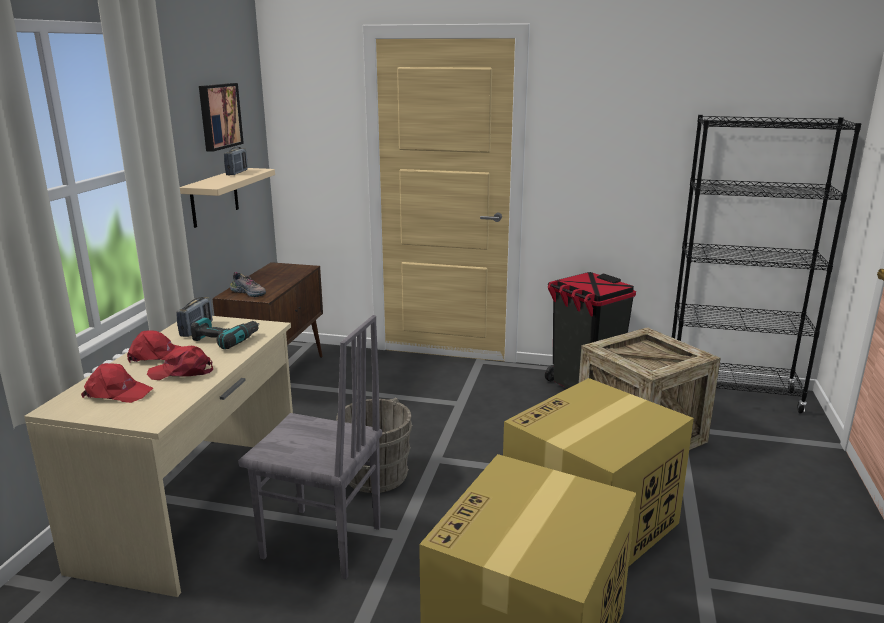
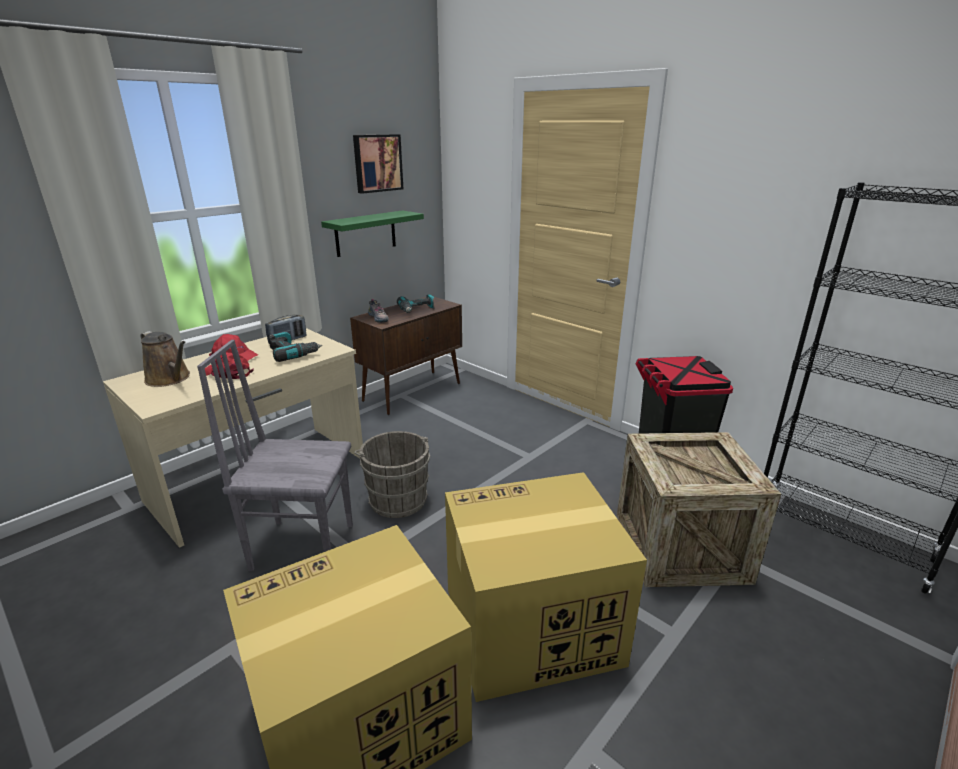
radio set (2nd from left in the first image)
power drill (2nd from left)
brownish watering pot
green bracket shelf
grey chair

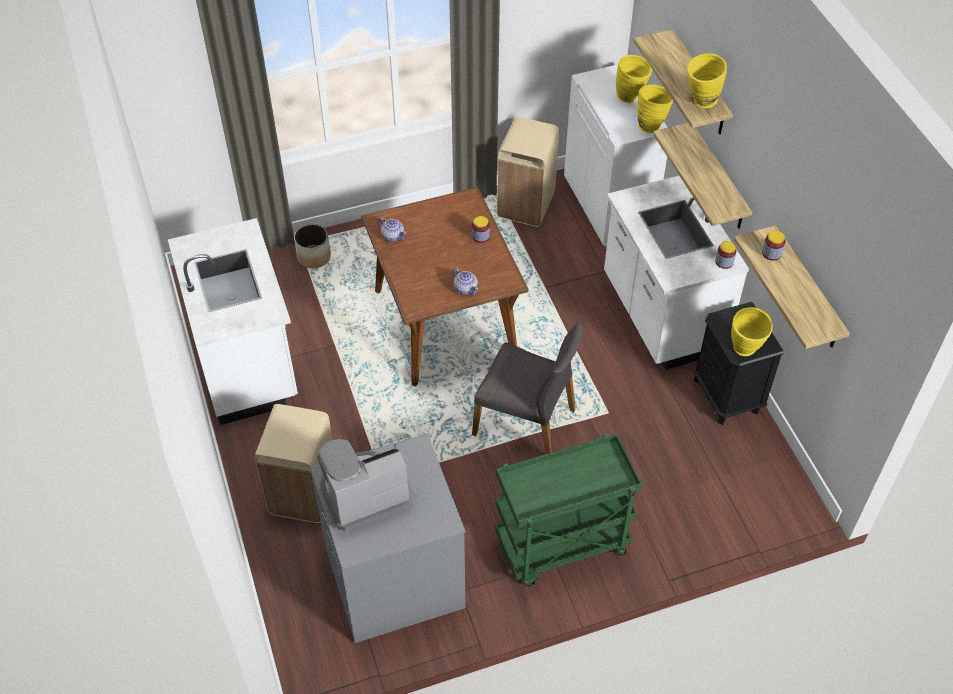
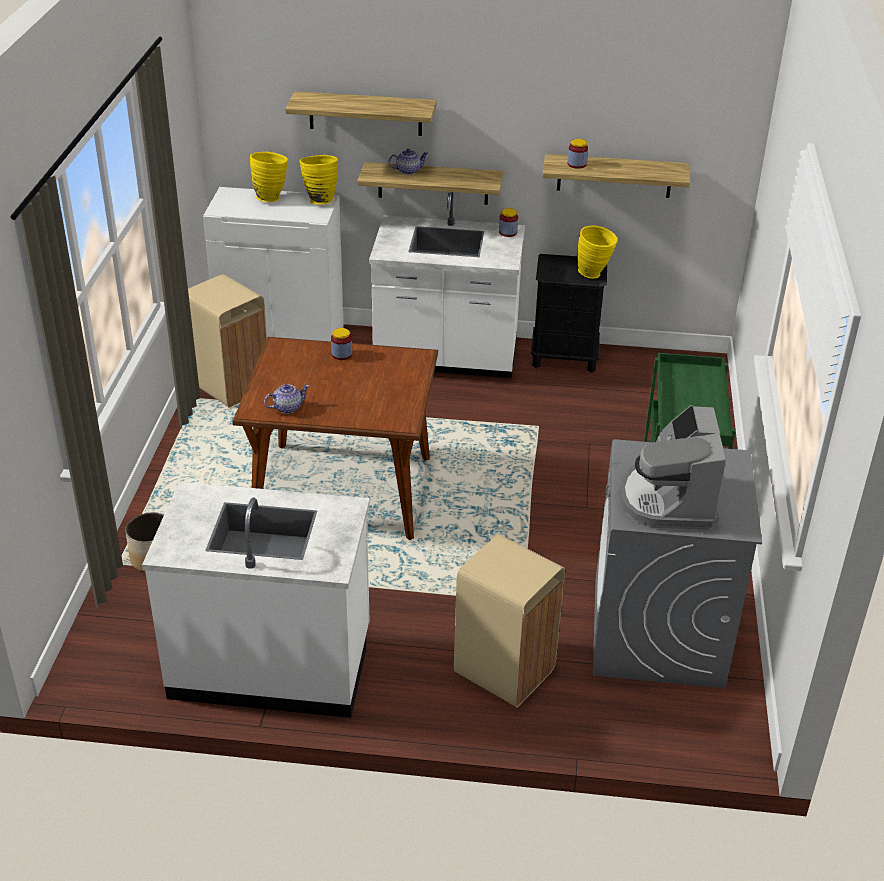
grey chair
yellow-coloured vase (3rd from left in the first image)
pot for tea (2nd from left)

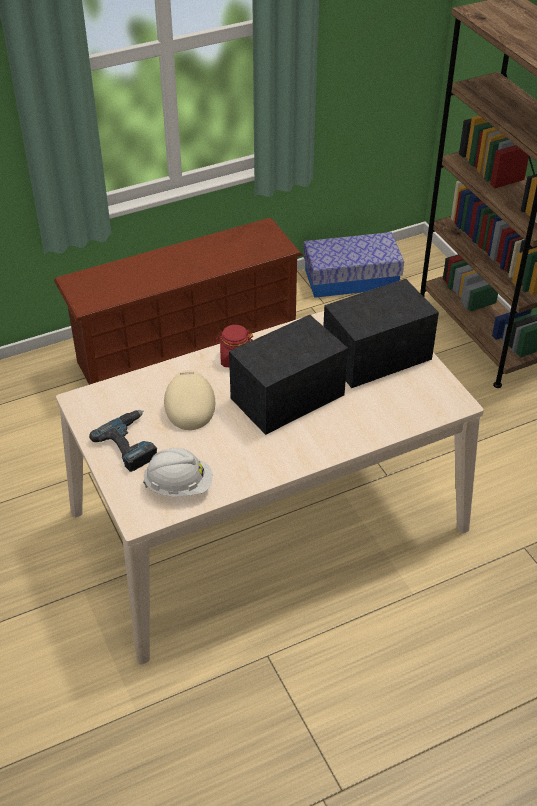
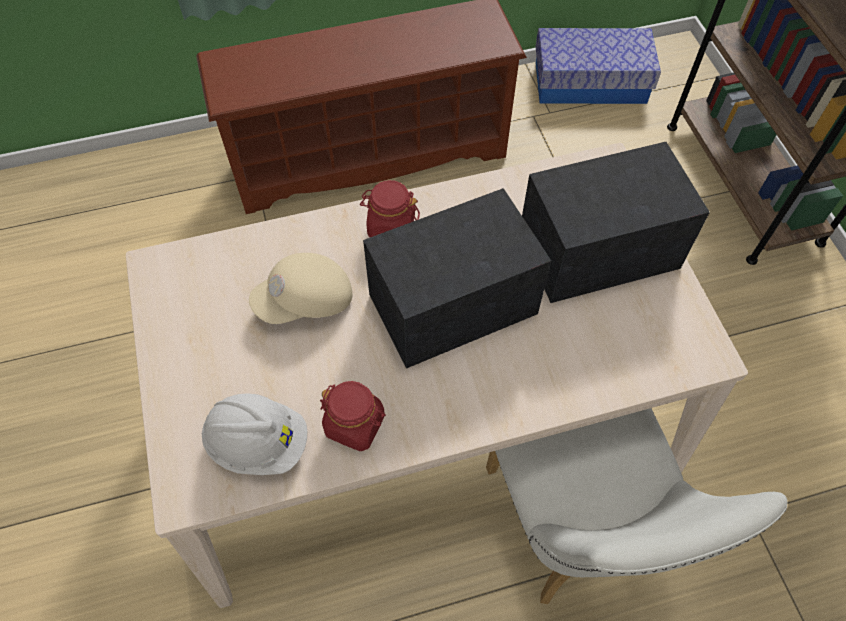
power drill
red-coloured preserve jar (1st from left)
whitish chair
beige-coloured cap

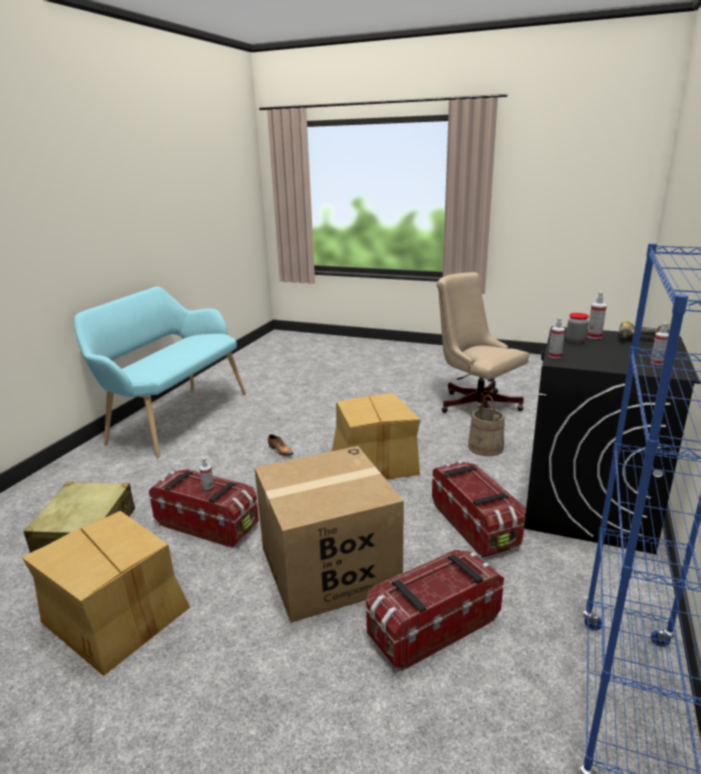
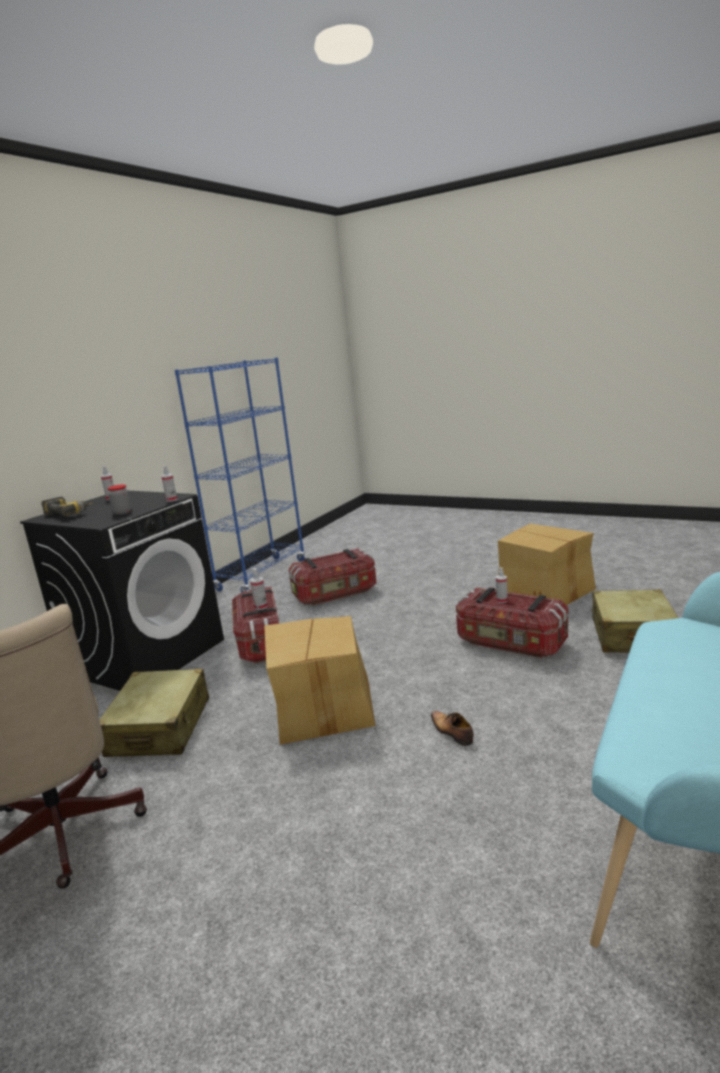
packing box (2nd from left in the first image)
spray bottle (3rd from left)
beige-coloured suitcase (1st from left)

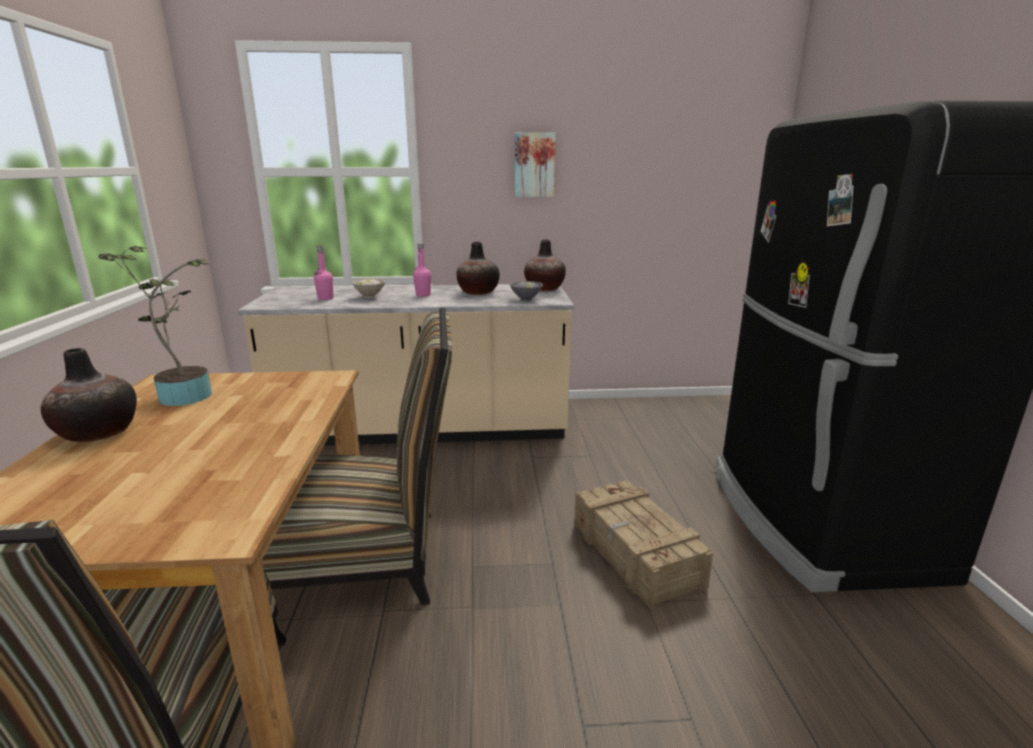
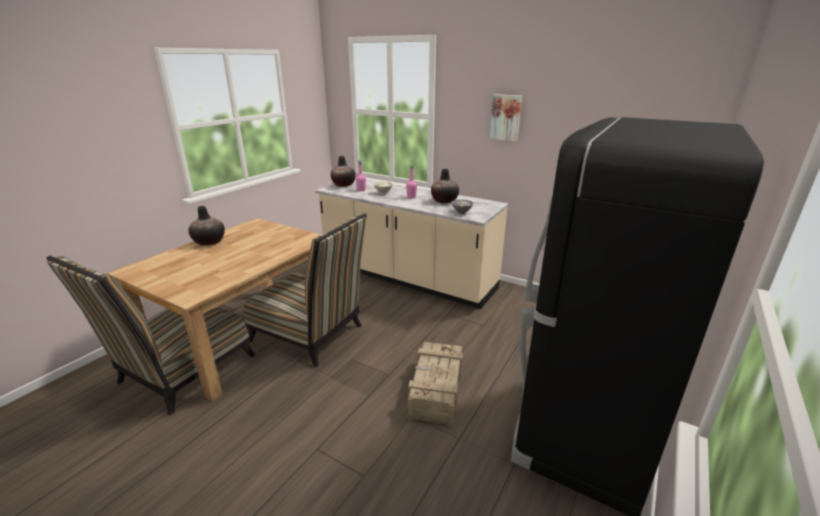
houseplant
vase (2nd from left)

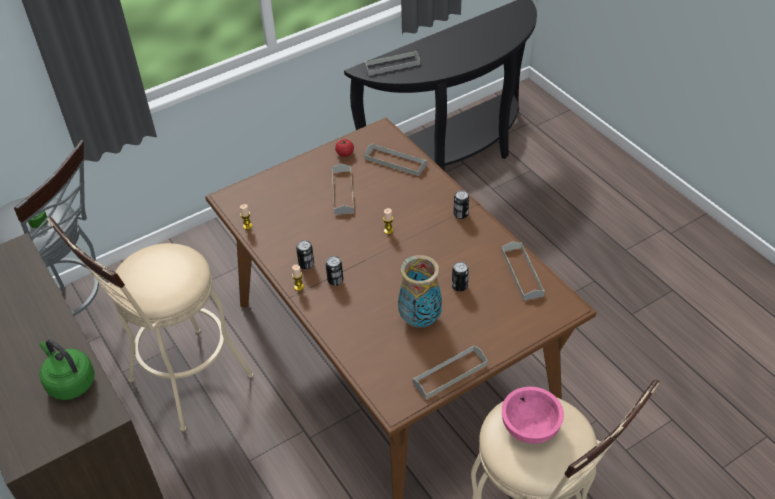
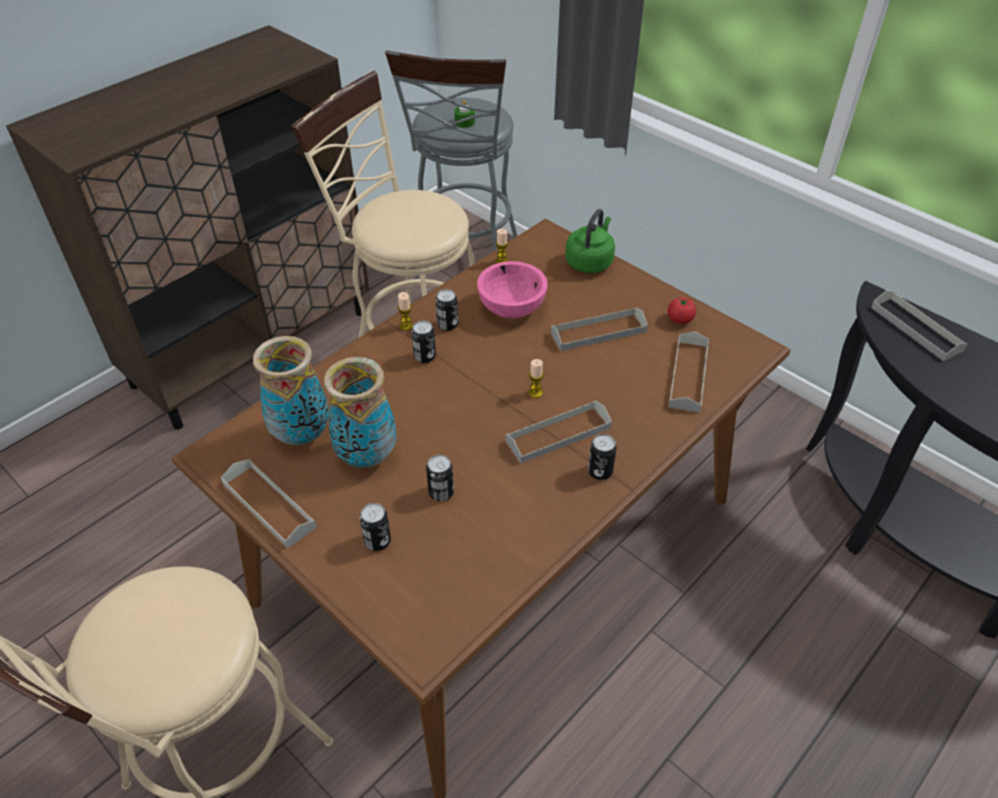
vase (1st from left)
can (1st from left)
green kettle
grey tray (2nd from left)
pink-coloured serving bowl

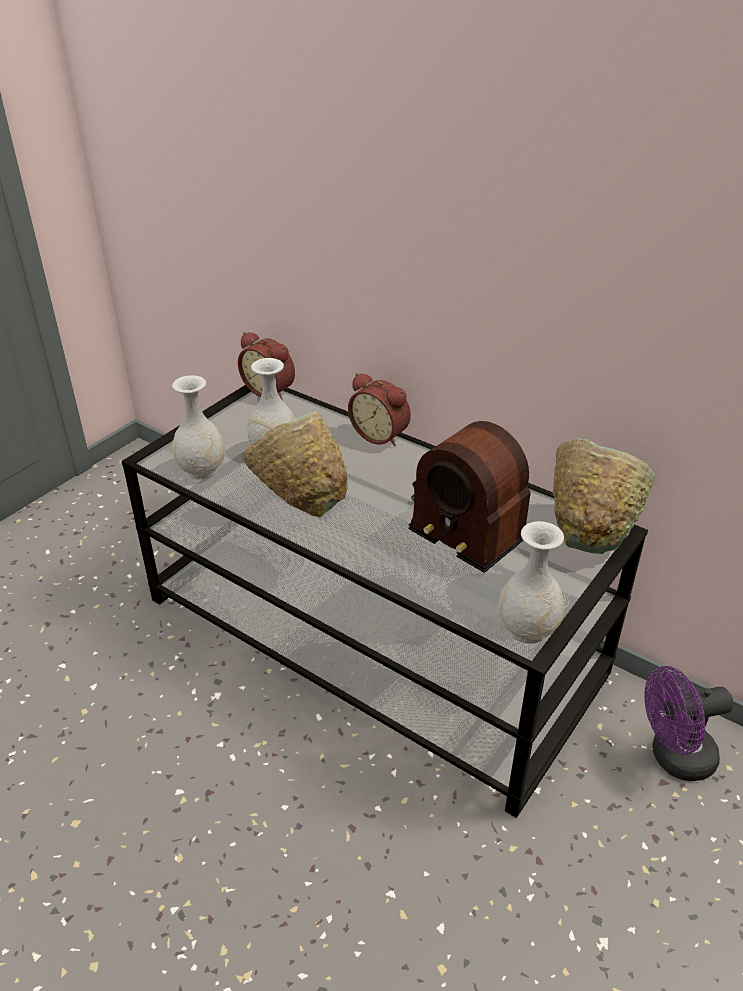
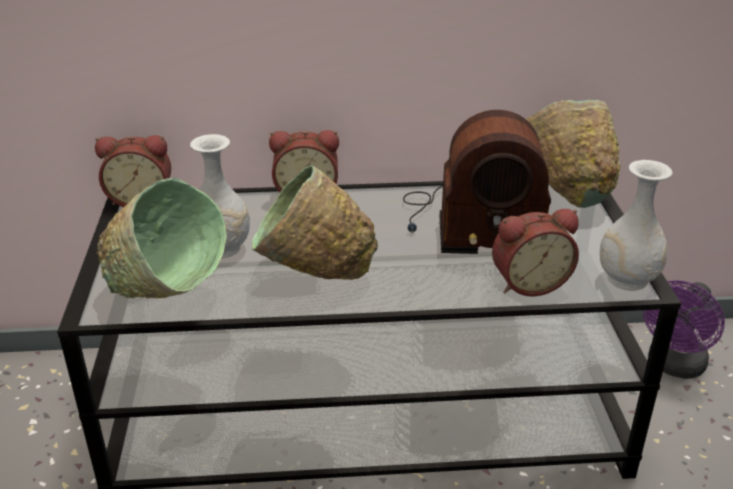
alarm clock (3rd from left)
green serving bowl (1st from left)

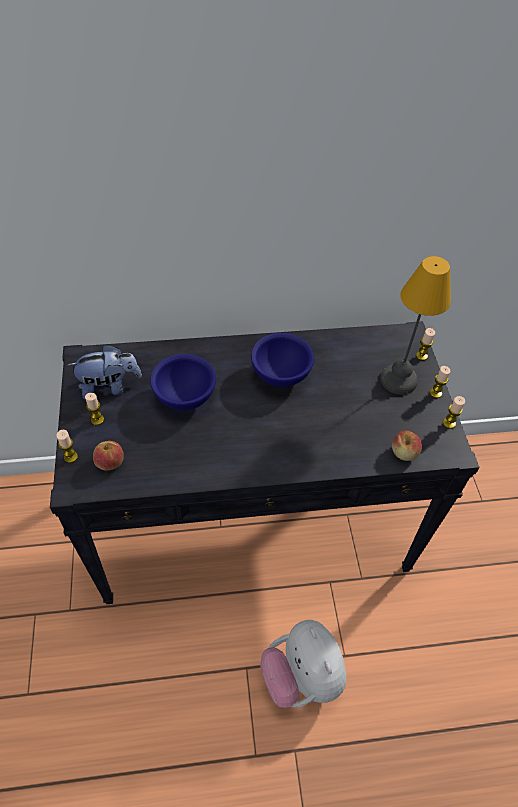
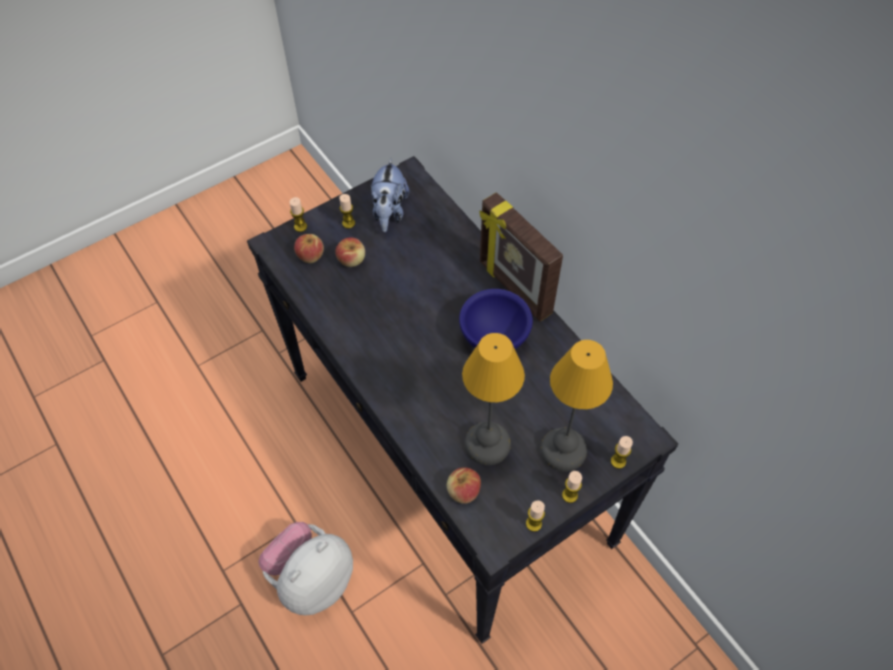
bluish serving bowl (1st from left in the first image)
whole apple (2nd from left)
lamp for a table (1st from left)
photo frame
soft toy (2nd from left)

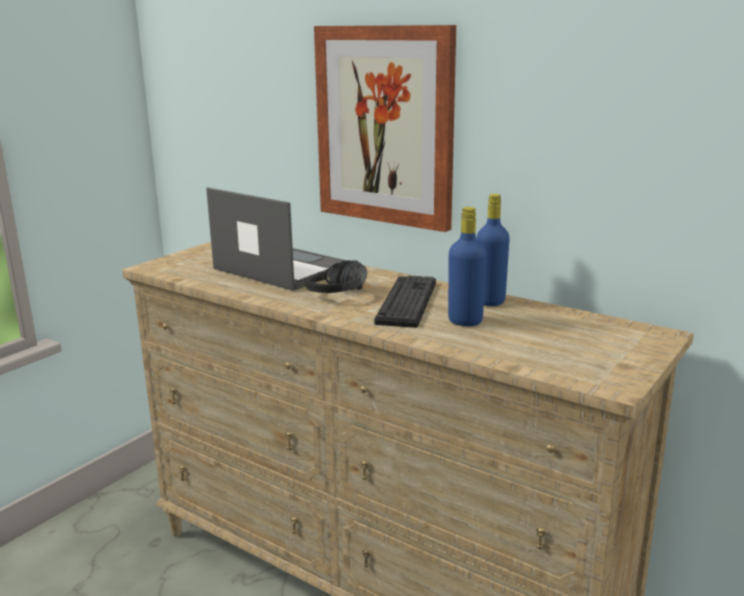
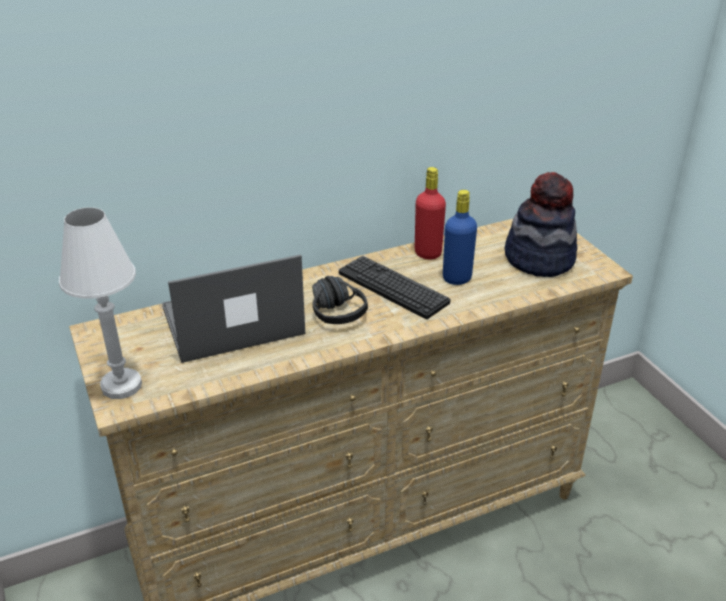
wall picture
whitish lamp for a table
clothing hat
red-coloured beverage bottle

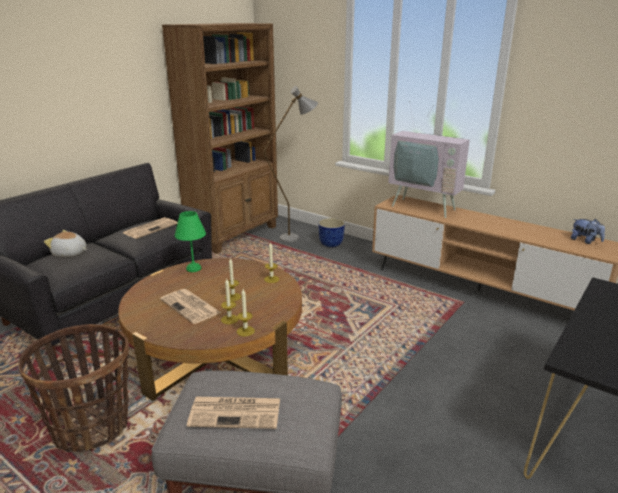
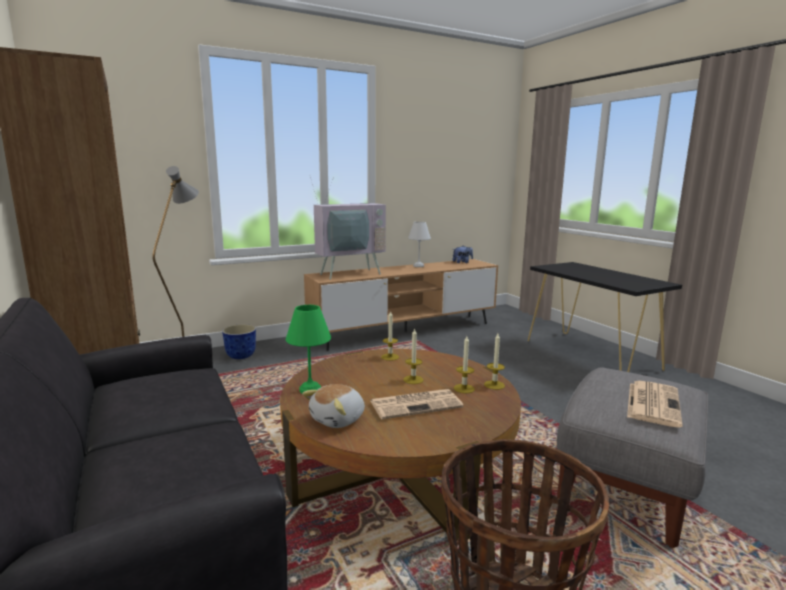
daily paper (1st from left in the first image)
whitish lamp for a table
soft toy (1st from left)

